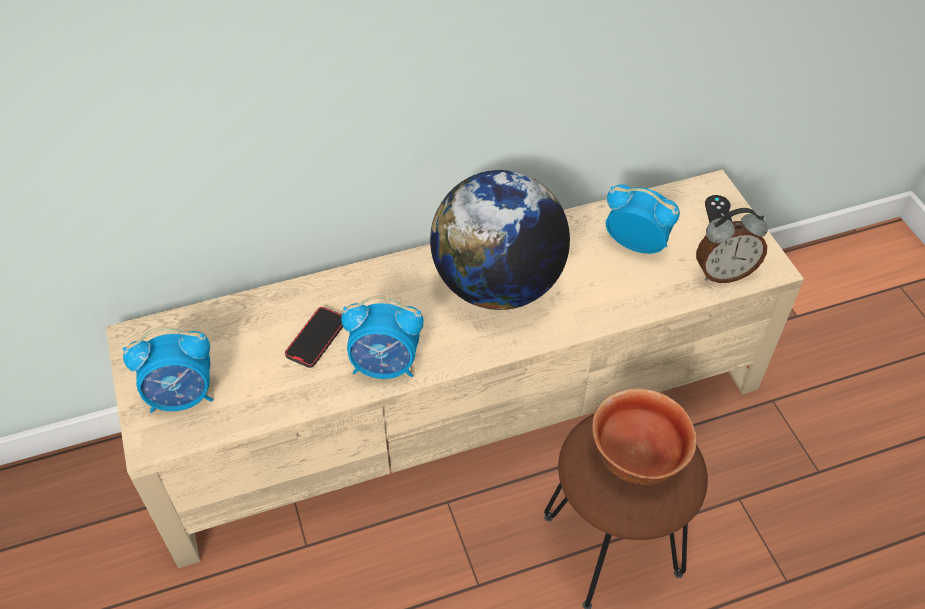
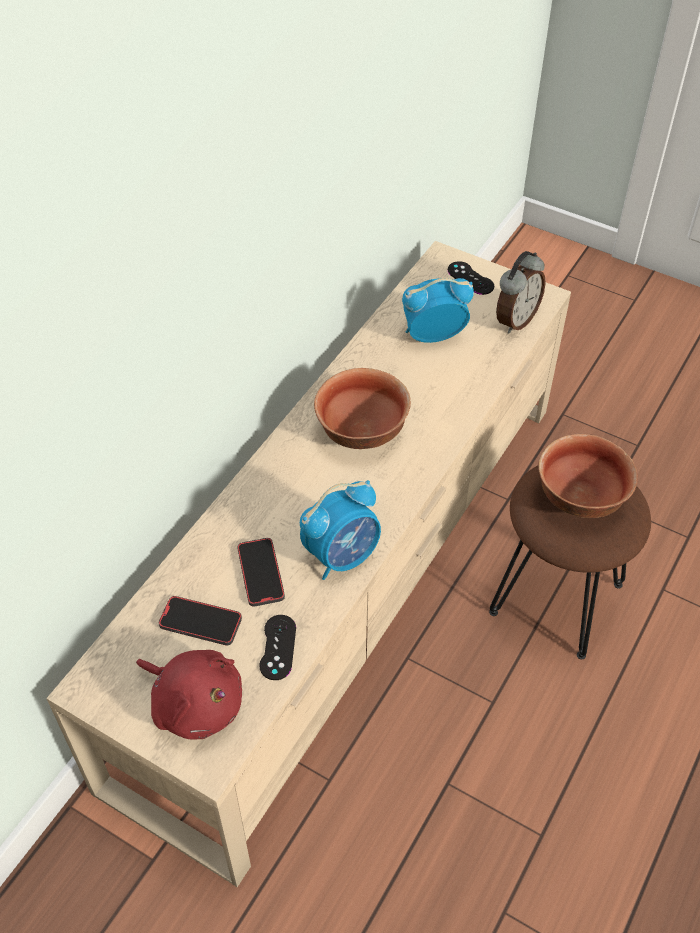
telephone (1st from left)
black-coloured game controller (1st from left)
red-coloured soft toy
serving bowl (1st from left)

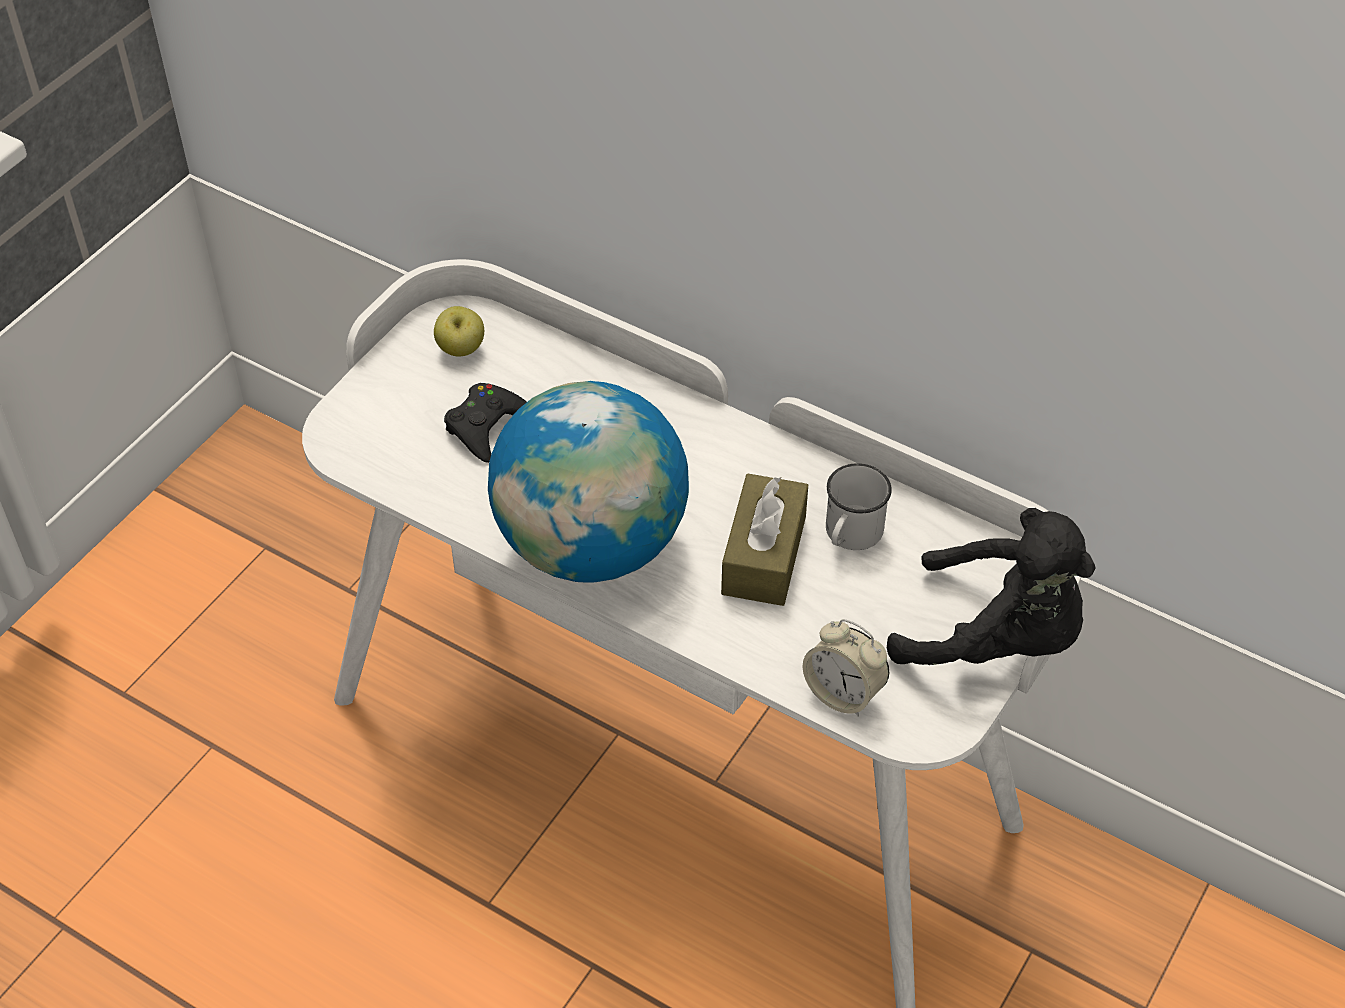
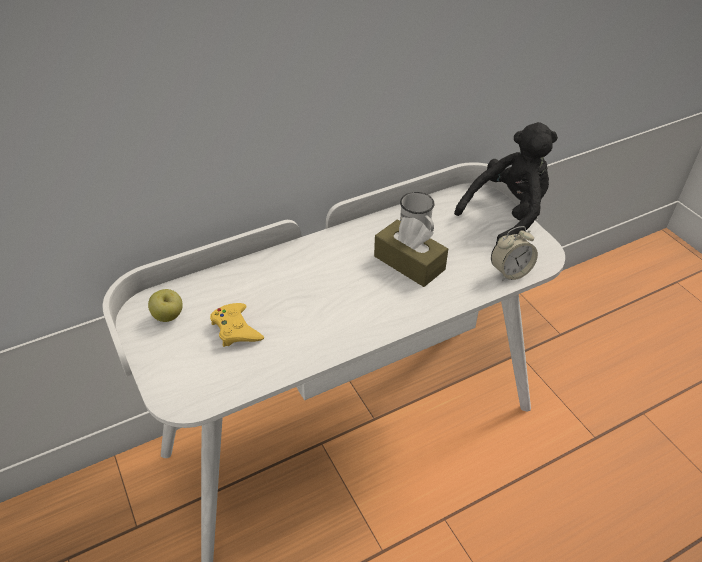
desk globe
yellow-coloured game controller

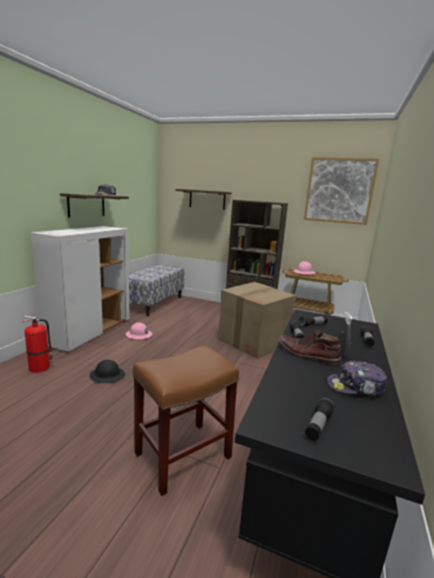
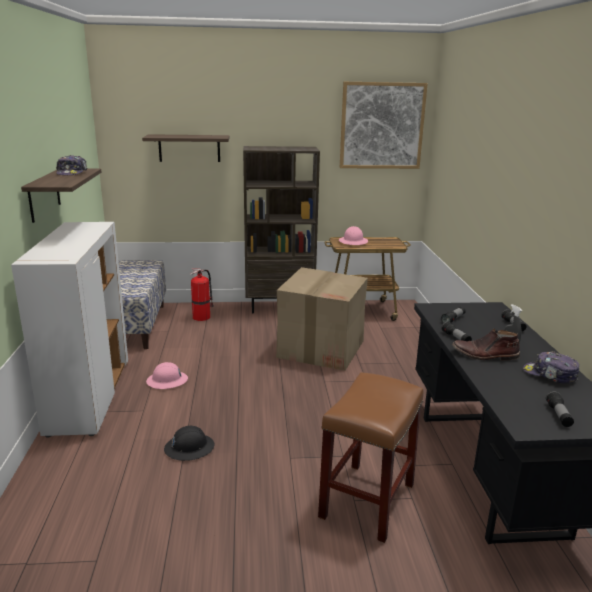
fire extinguisher
cap (2nd from left)

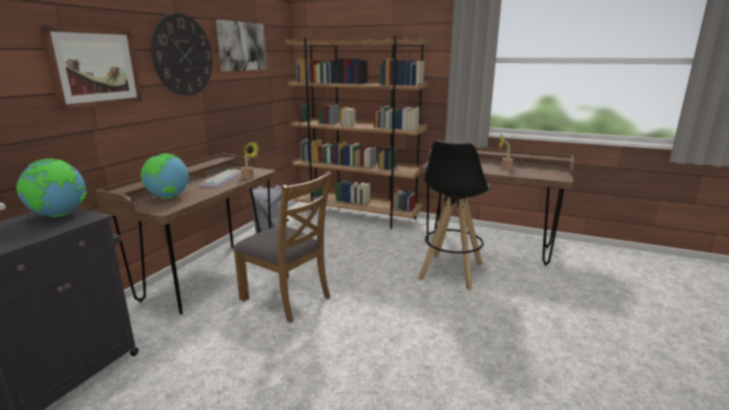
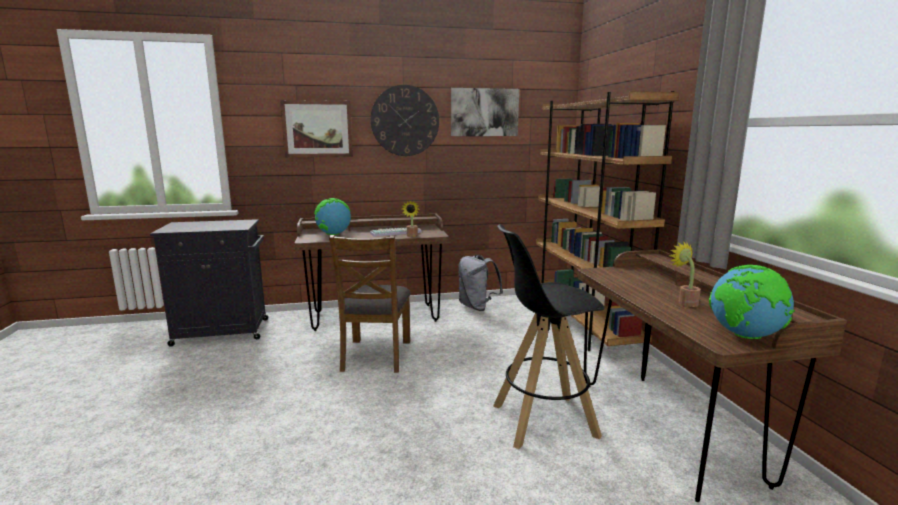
desk globe (2nd from left)

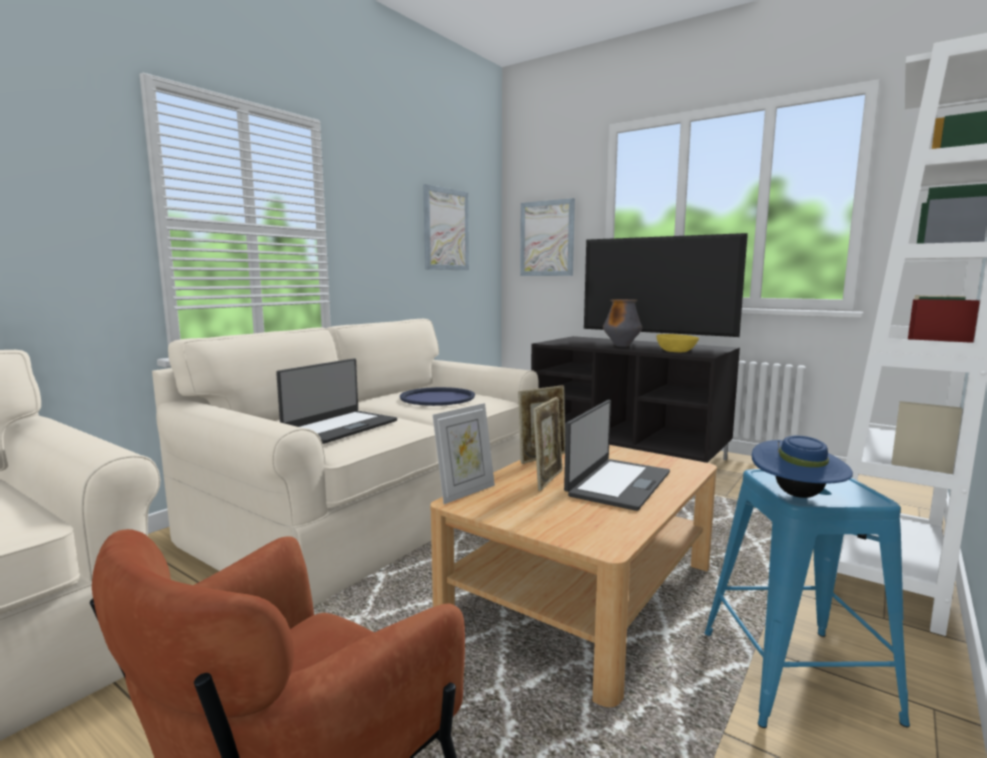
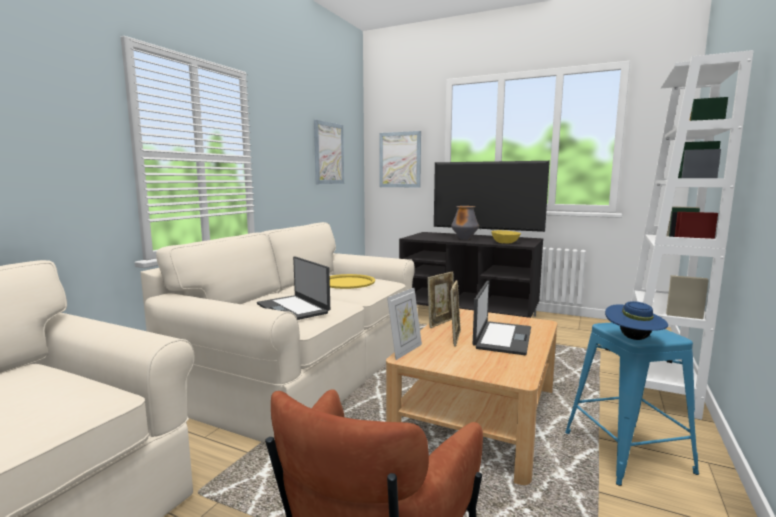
yellow-coloured tray
portable computer (1st from left)

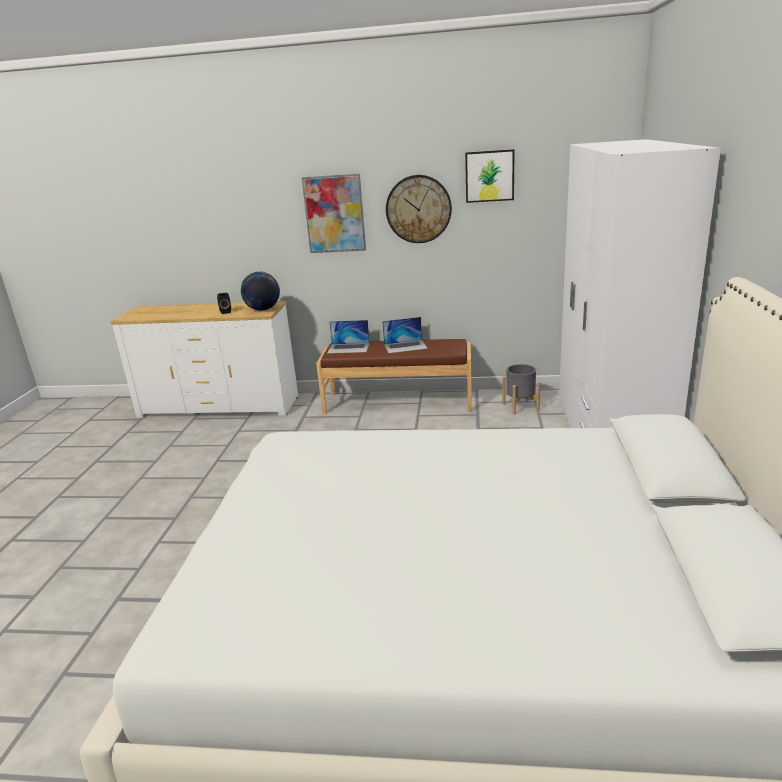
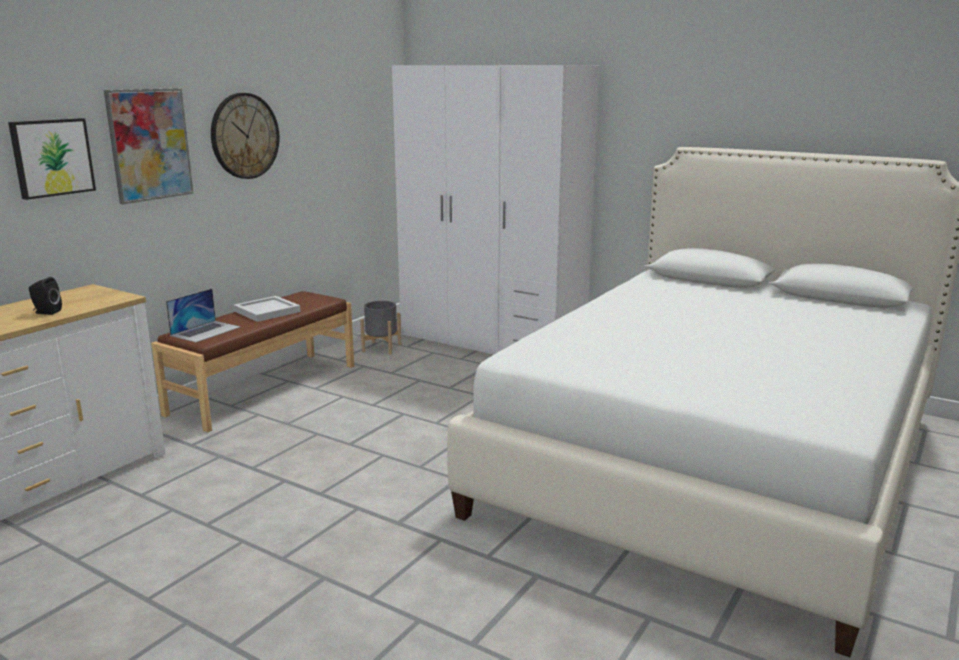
desk globe
wall picture (1st from left)
whitish tray

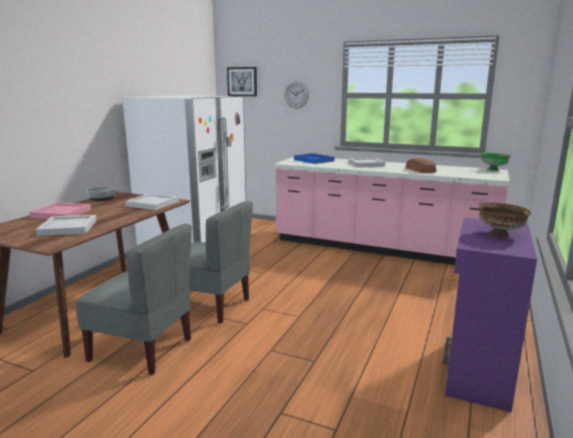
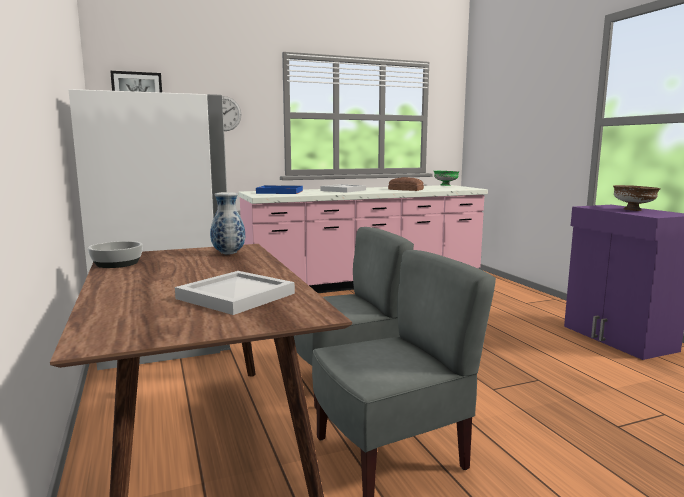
pink-coloured tray
vase

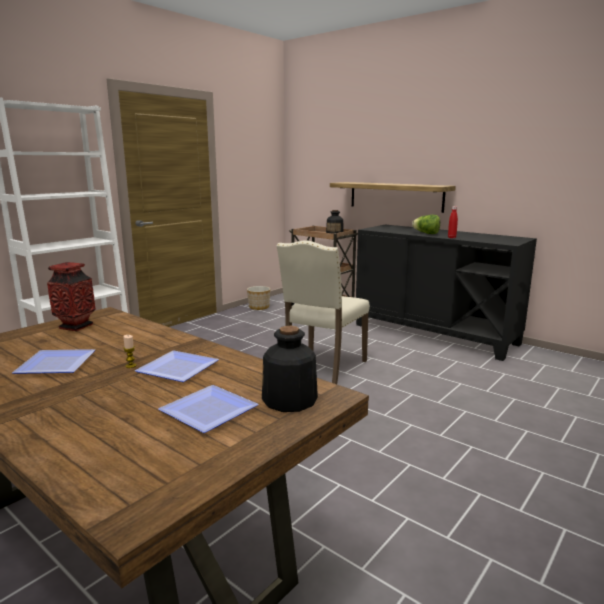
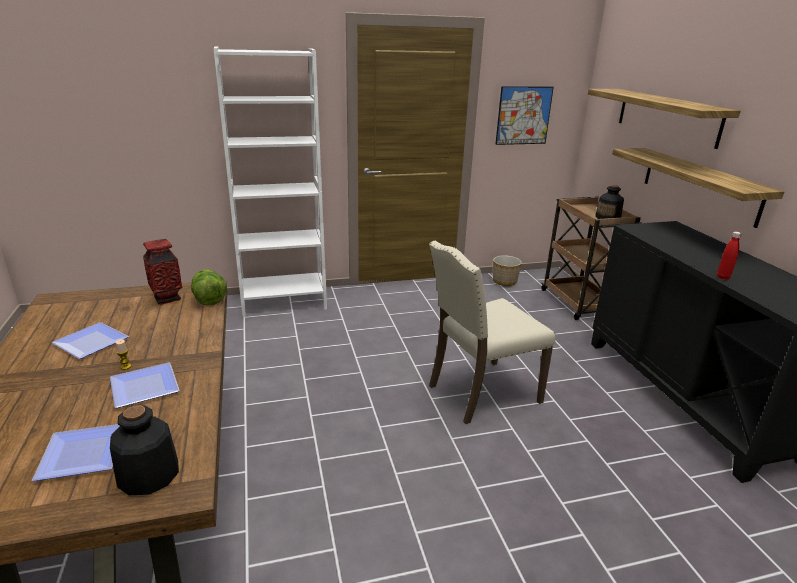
wall picture
bracket shelf (1st from left)
head of lettuce

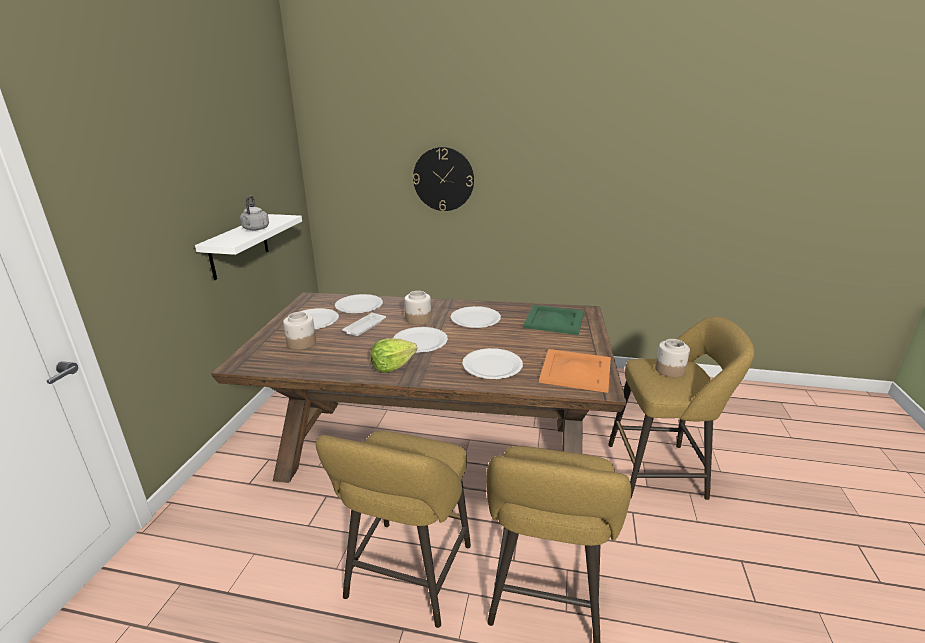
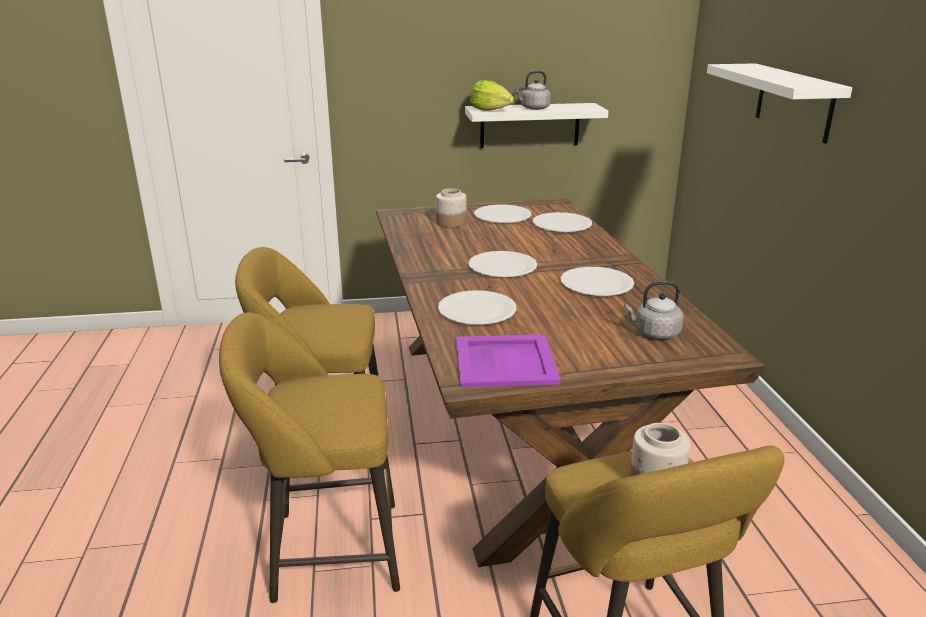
whitish tray
preserve jar (2nd from left in the first image)
head of lettuce
whitish bracket shelf (2nd from left)
grey kettle (2nd from left)
purplish tray

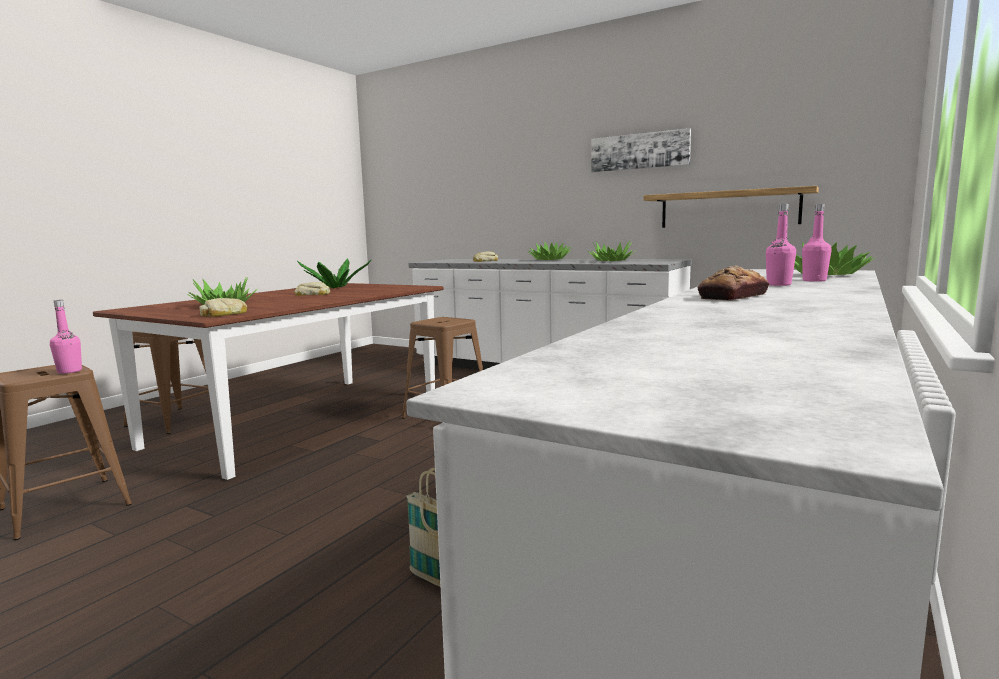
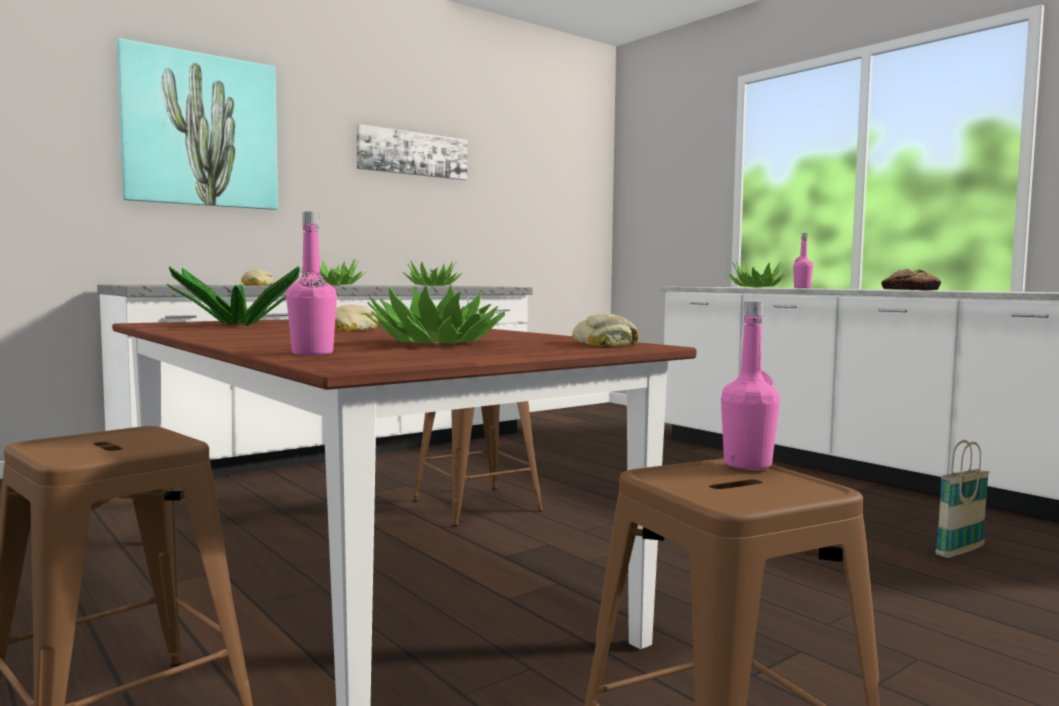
bracket shelf
wall picture (1st from left)
pink-coloured beverage bottle (1st from left)

